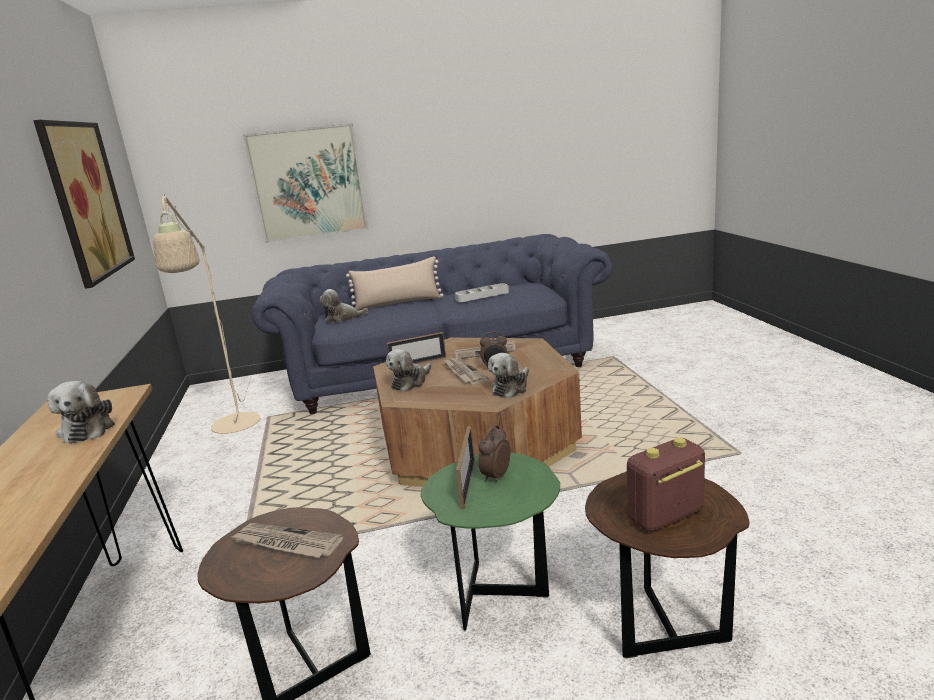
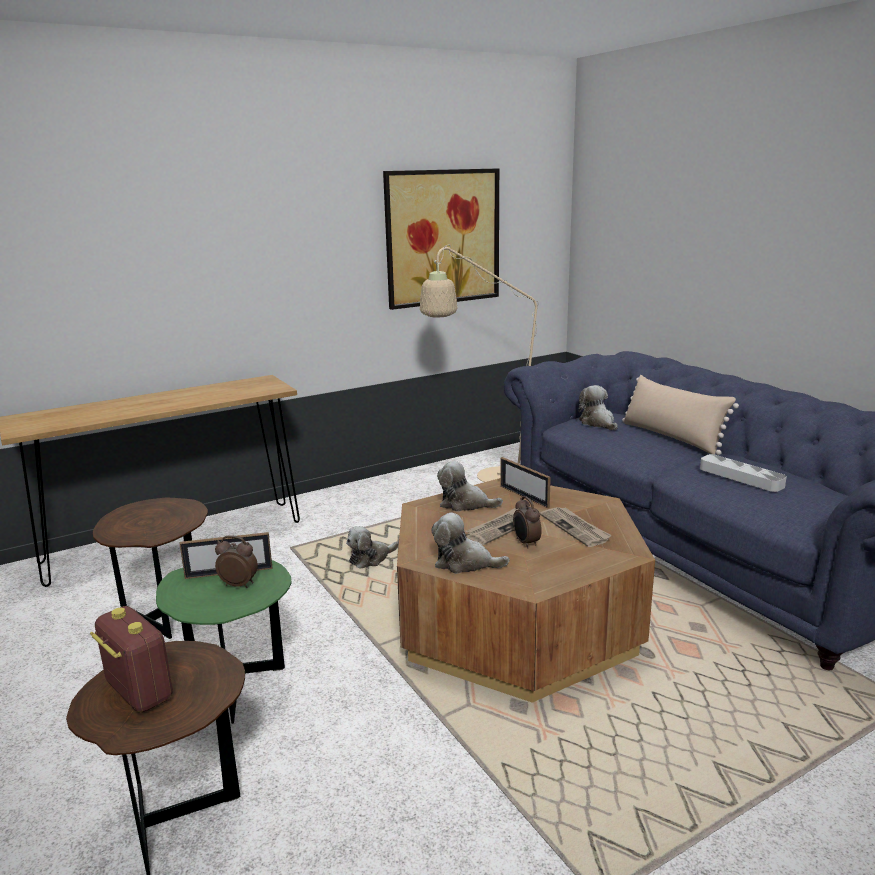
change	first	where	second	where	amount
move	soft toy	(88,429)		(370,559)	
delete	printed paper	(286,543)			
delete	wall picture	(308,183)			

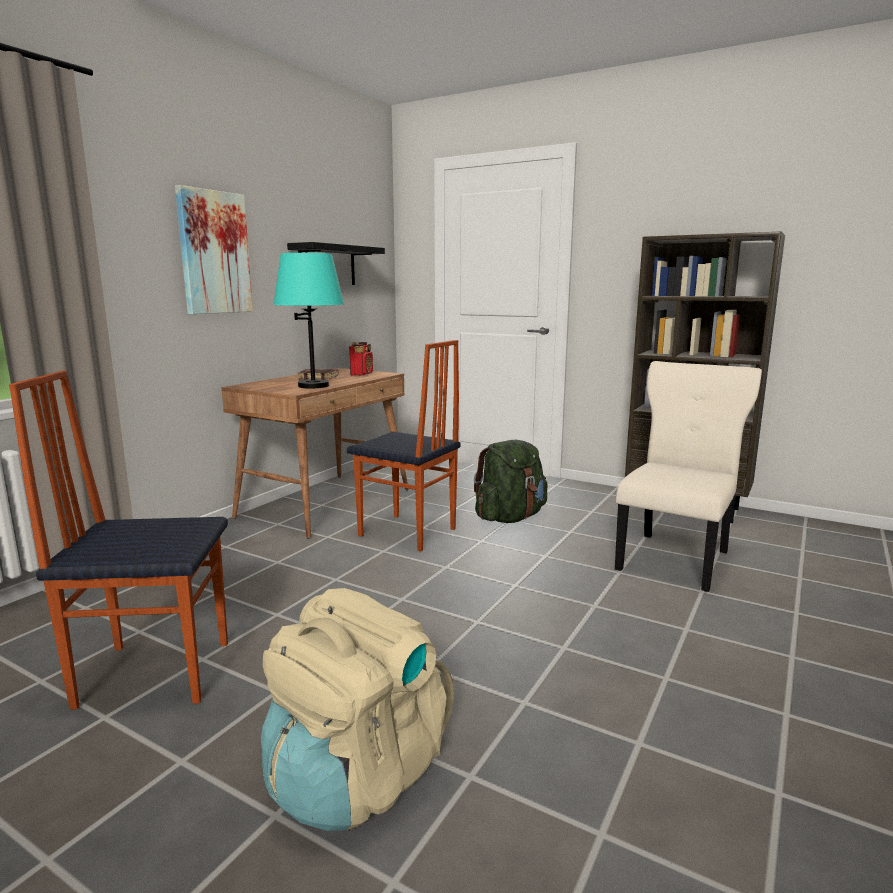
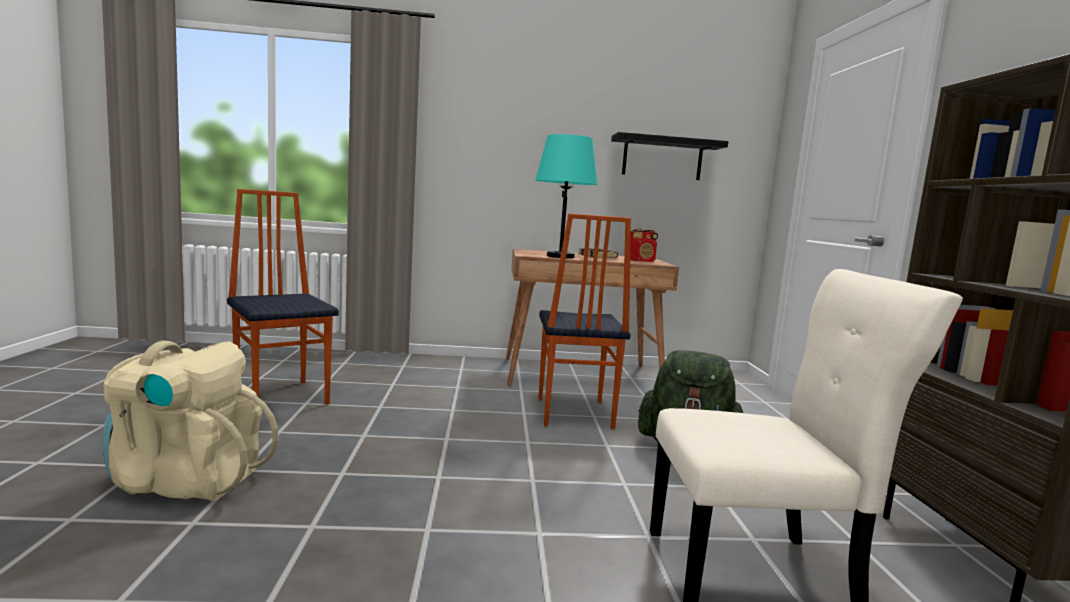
change	first	where	second	where	amount
delete	wall picture	(214,253)			

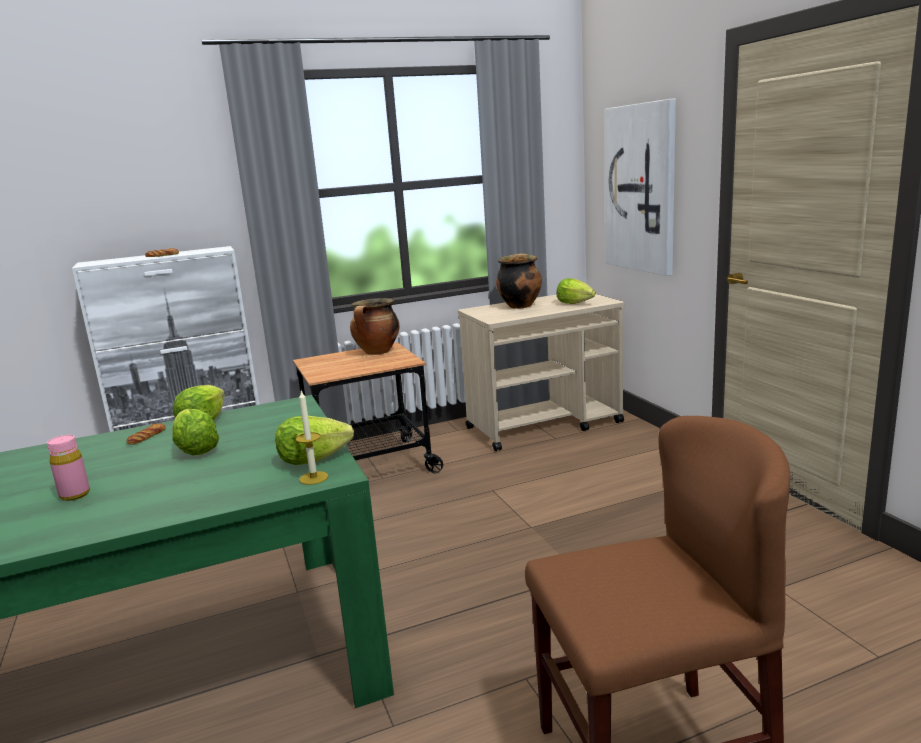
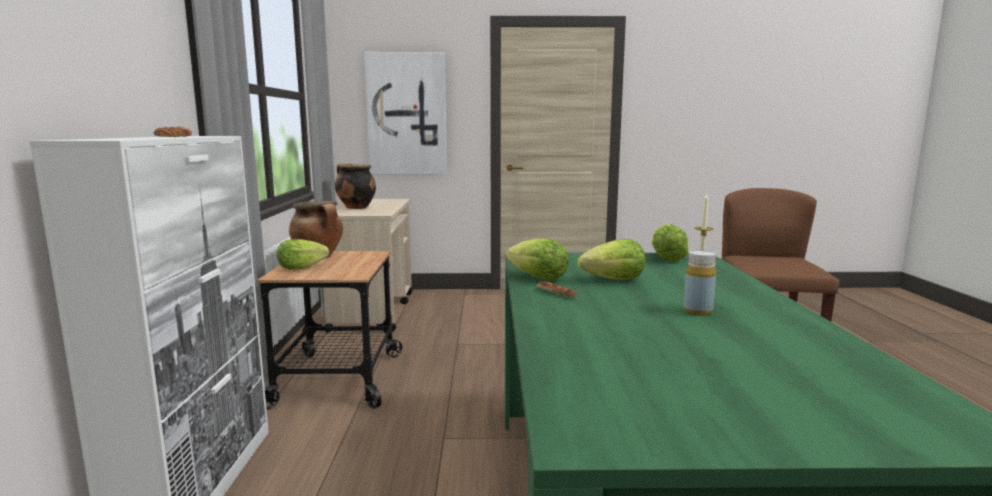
change	first	where	second	where	amount
recolor	pink drink bottle	(75,495)	yellowish drink bottle	(697,311)	
move	lettuce	(574,303)		(301,268)	

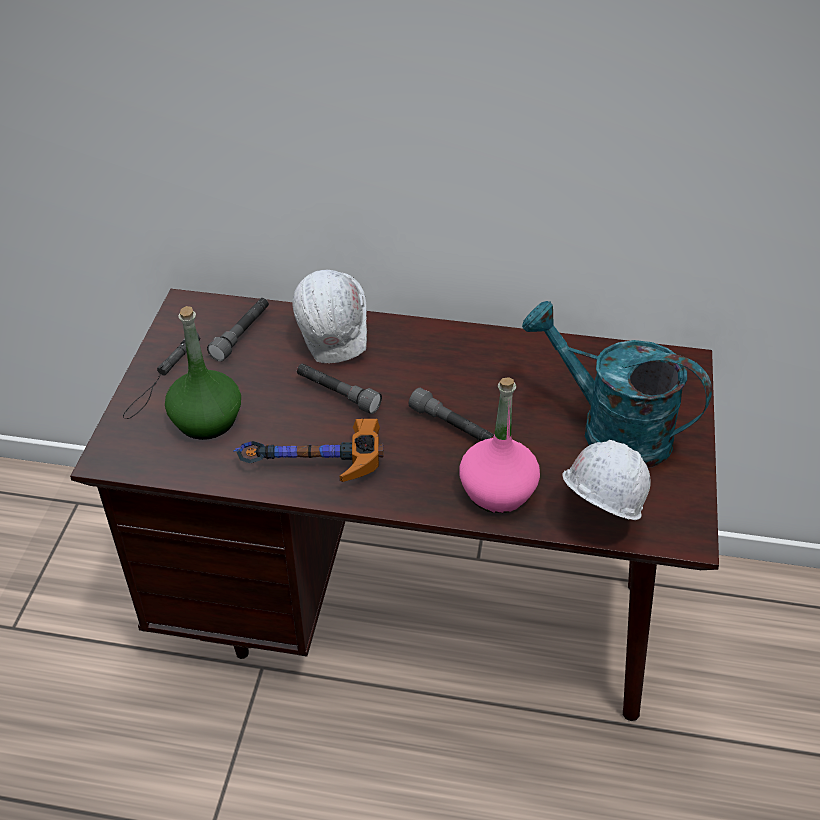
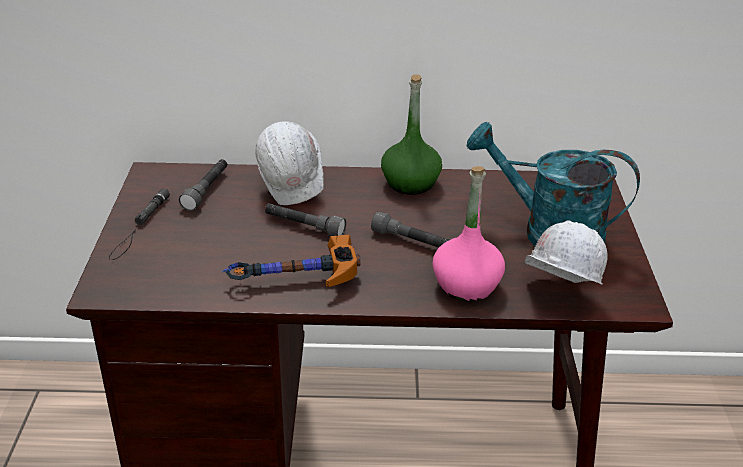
change	first	where	second	where	amount
move	green-coloured drink bottle	(206,420)		(410,183)	

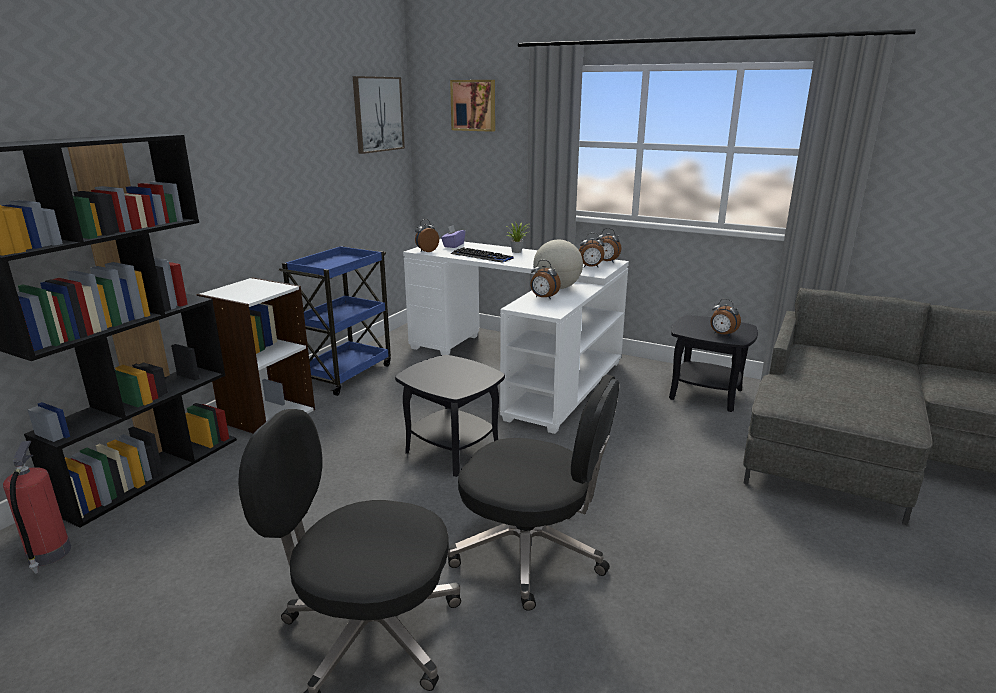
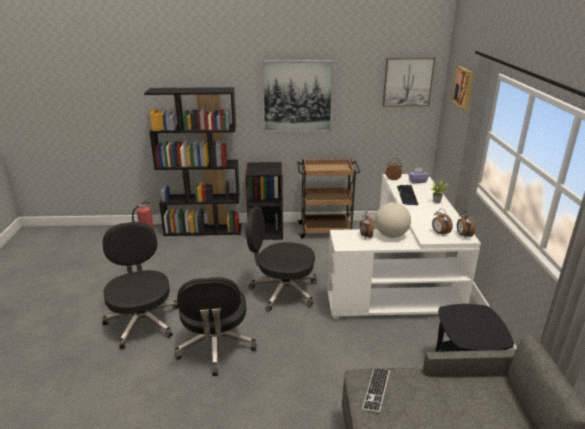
change	first	where	second	where	amount
recolor	whitish bookcase	(267,415)	black bookcase	(266,231)	
recolor	blue-coloured wheeled cart	(345,373)	brownish wheeled cart	(326,230)	
replace	black side table	(452,451)	black desk chair	(282,291)	
delete	table clock	(722,334)			
insert			wall picture	(297,96)	
insert			PC keyboard	(376,390)	

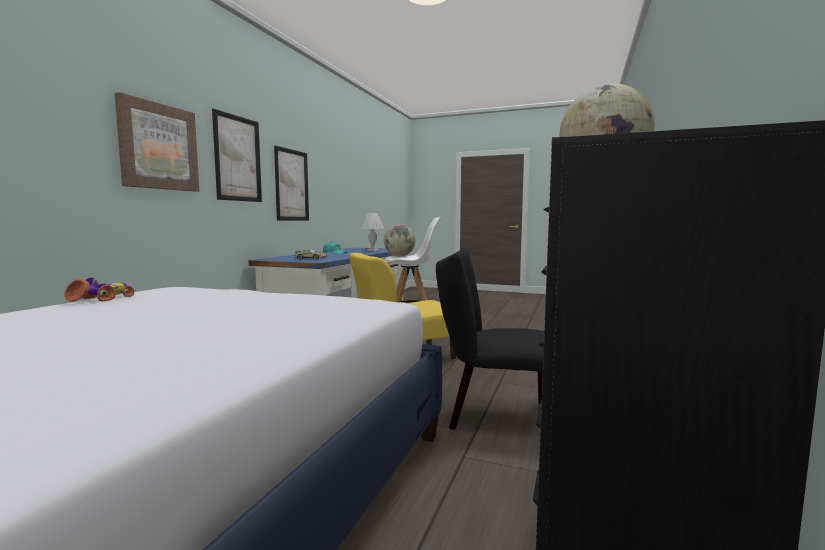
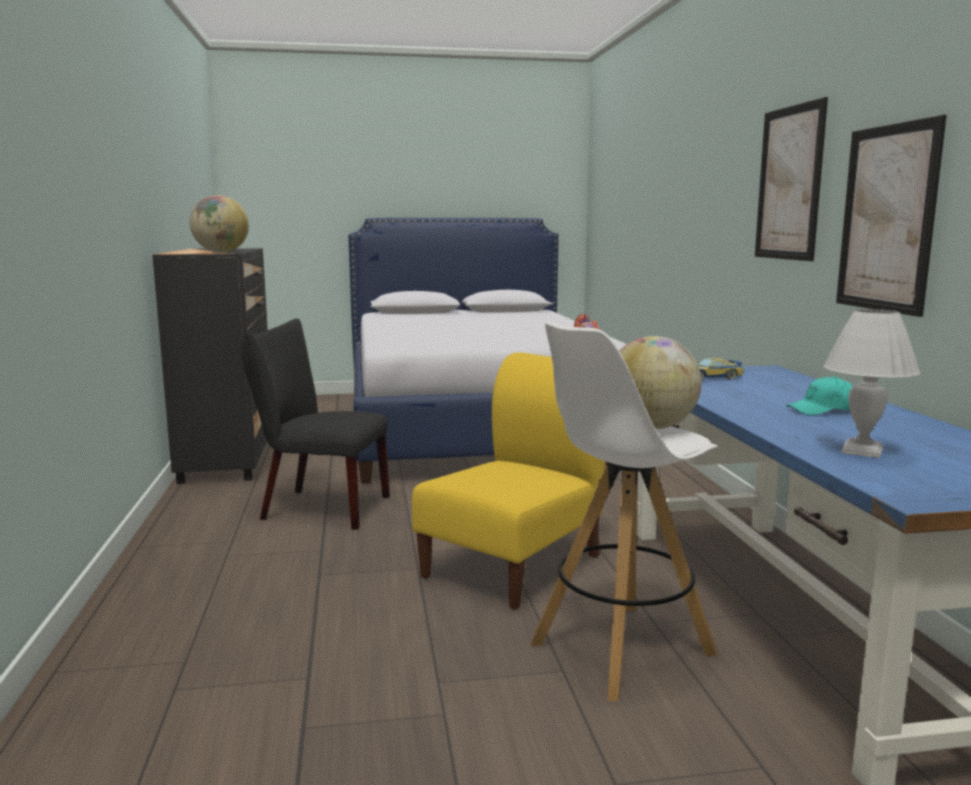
change	first	where	second	where	amount
delete	wall picture	(158,147)			
rotate	black plain chair	(491,415)		(317,508)	150 degrees counterclockwise

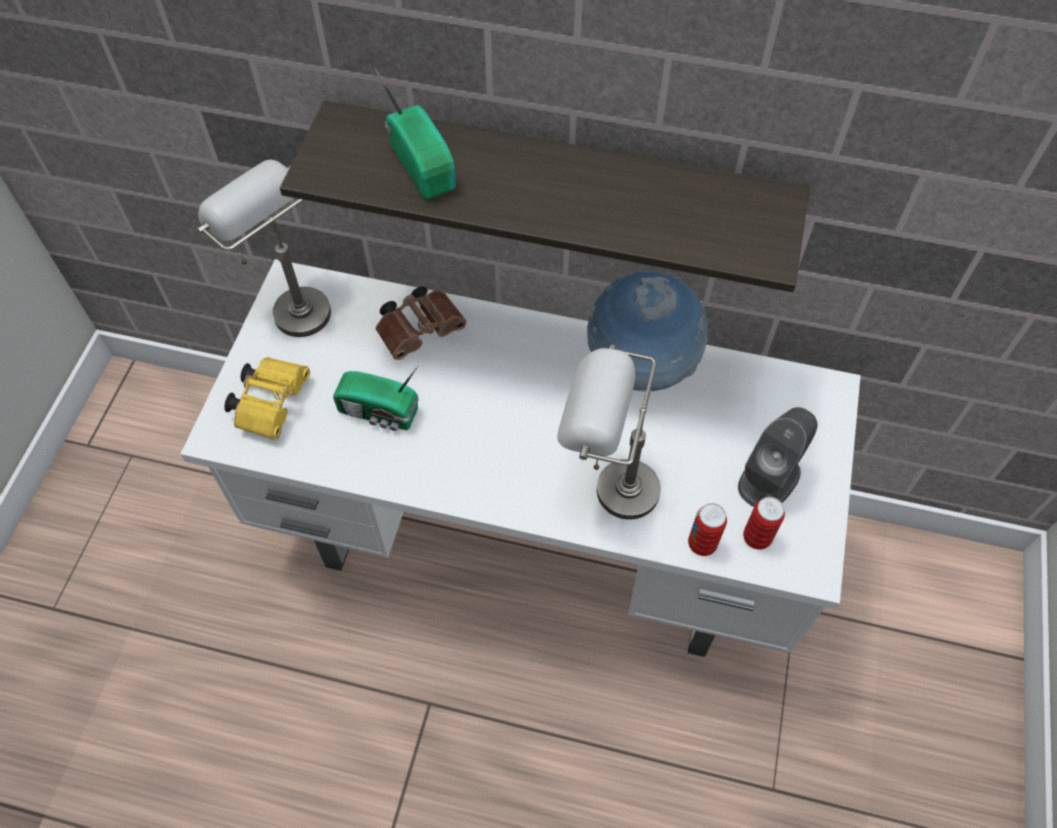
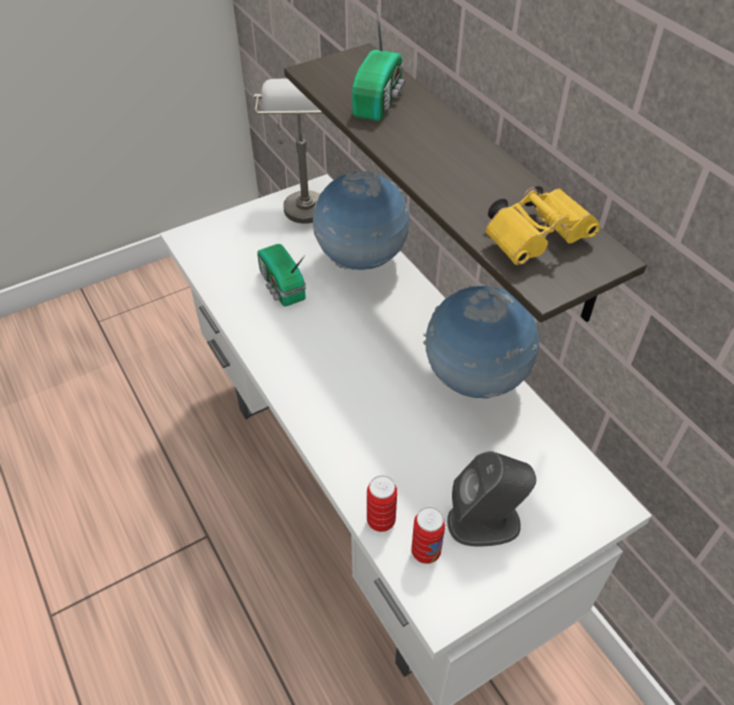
change	first	where	second	where	amount
move	yellowish pair of binoculars	(272,402)		(538,239)	
replace	brownish pair of binoculars	(422,330)	globe	(361,261)	
delete	grey lamp for a table	(605,487)			

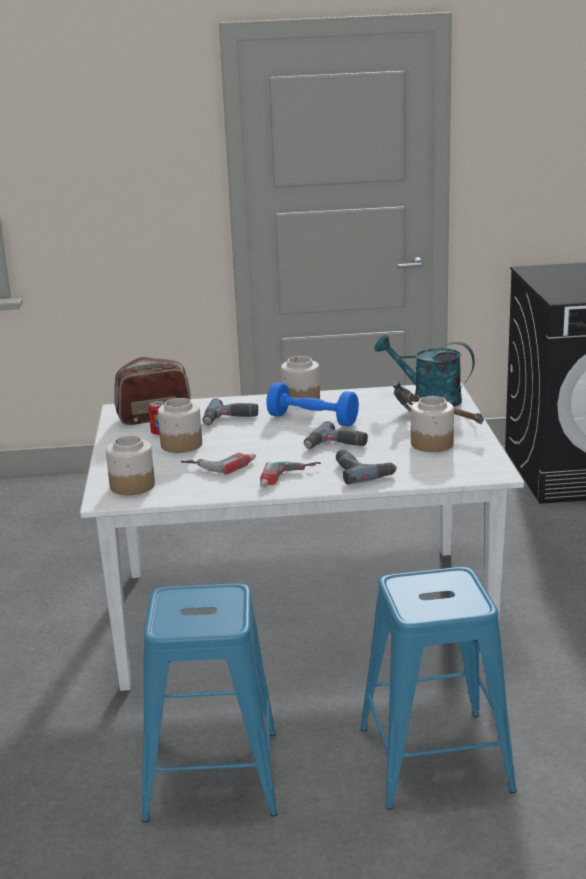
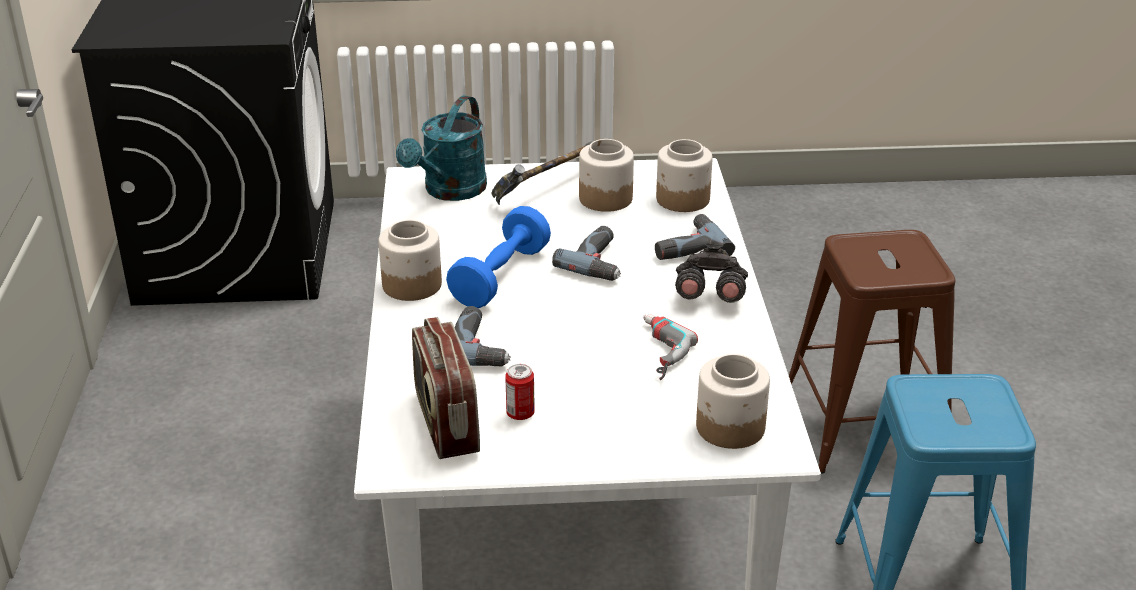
change	first	where	second	where	amount
move	jar	(181,445)		(682,200)	
replace	electric drill	(290,479)	grey pair of binoculars	(709,296)	
recolor	blue-coloured stool	(435,758)	brownish stool	(863,425)	

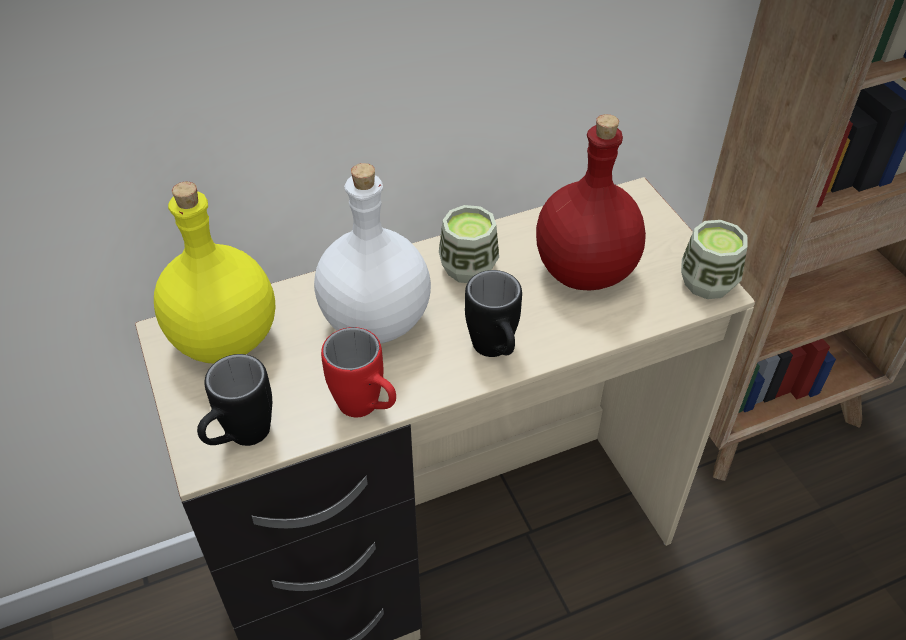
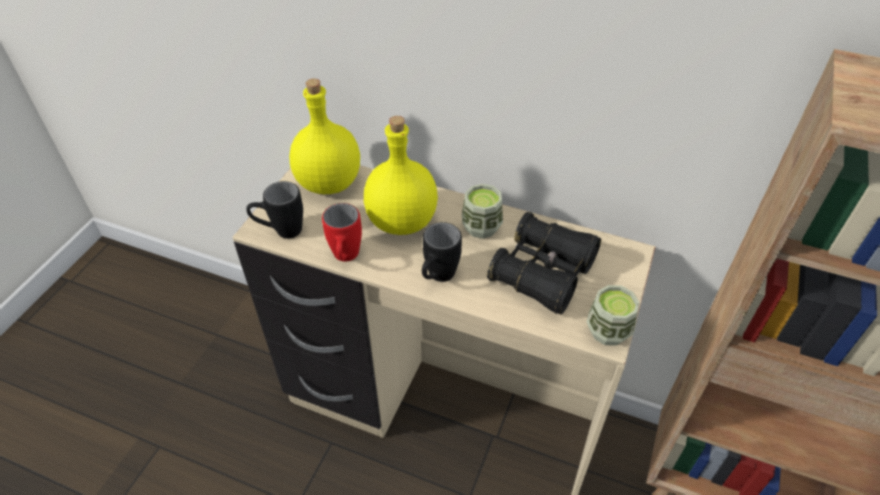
change	first	where	second	where	amount
recolor	whitish drink bottle	(378,321)	yellowish drink bottle	(403,222)	
replace	reddish drink bottle	(586,271)	black pair of binoculars	(543,273)	

